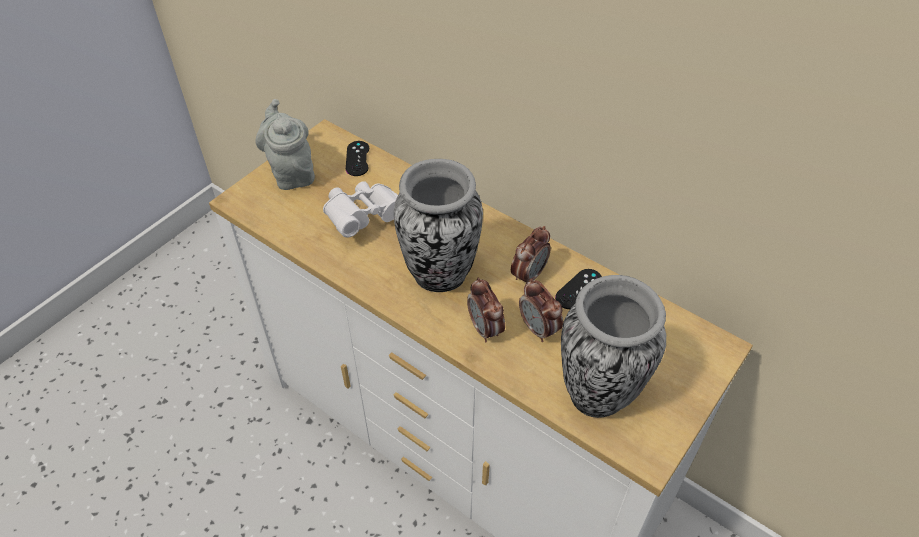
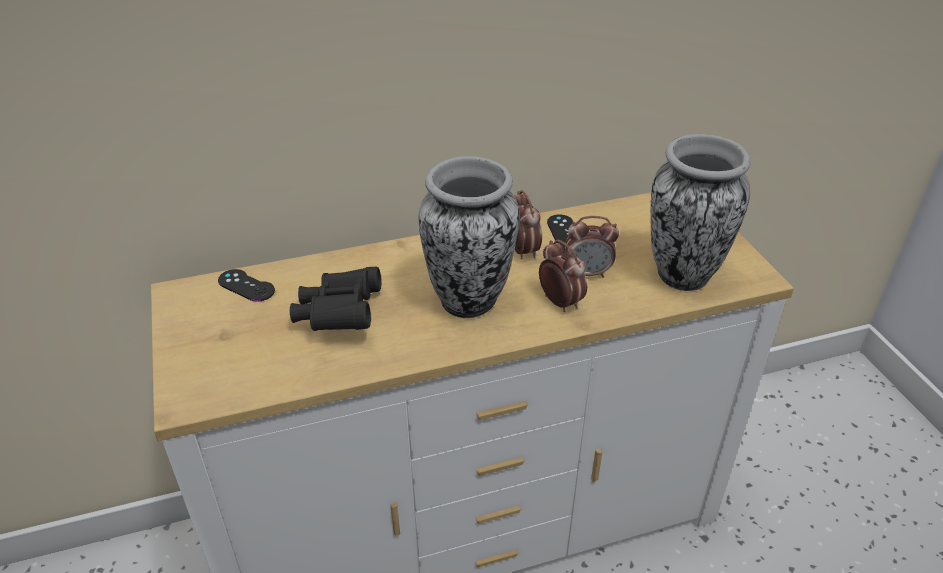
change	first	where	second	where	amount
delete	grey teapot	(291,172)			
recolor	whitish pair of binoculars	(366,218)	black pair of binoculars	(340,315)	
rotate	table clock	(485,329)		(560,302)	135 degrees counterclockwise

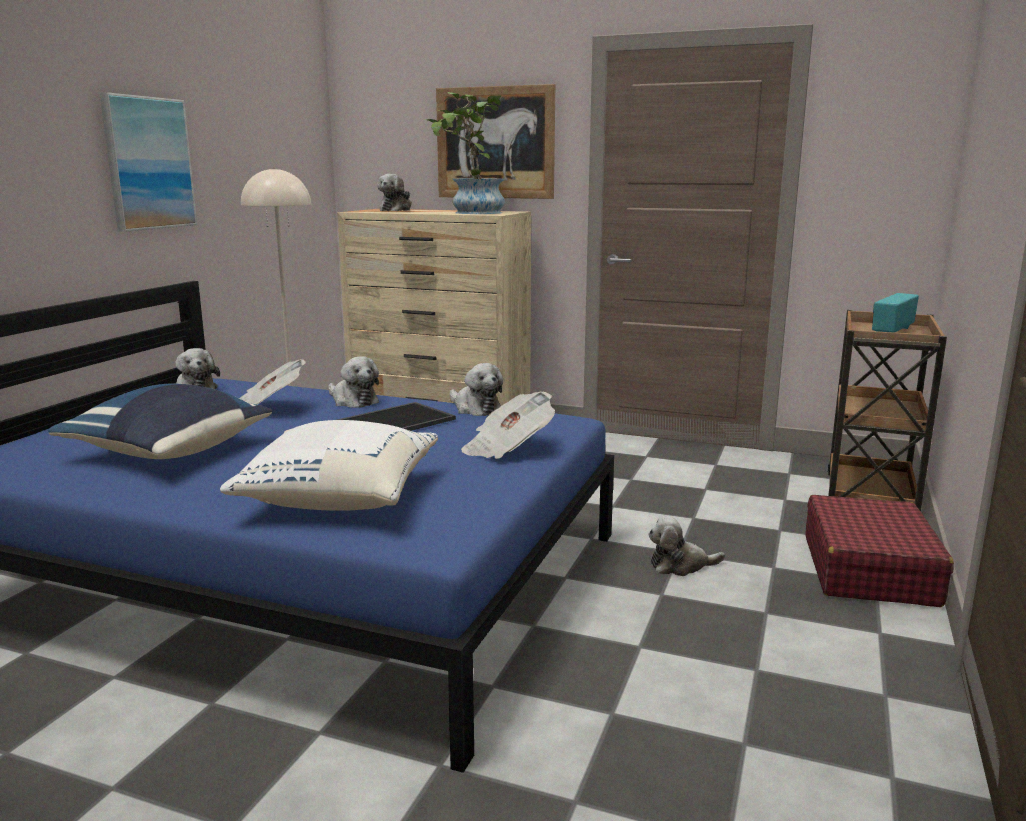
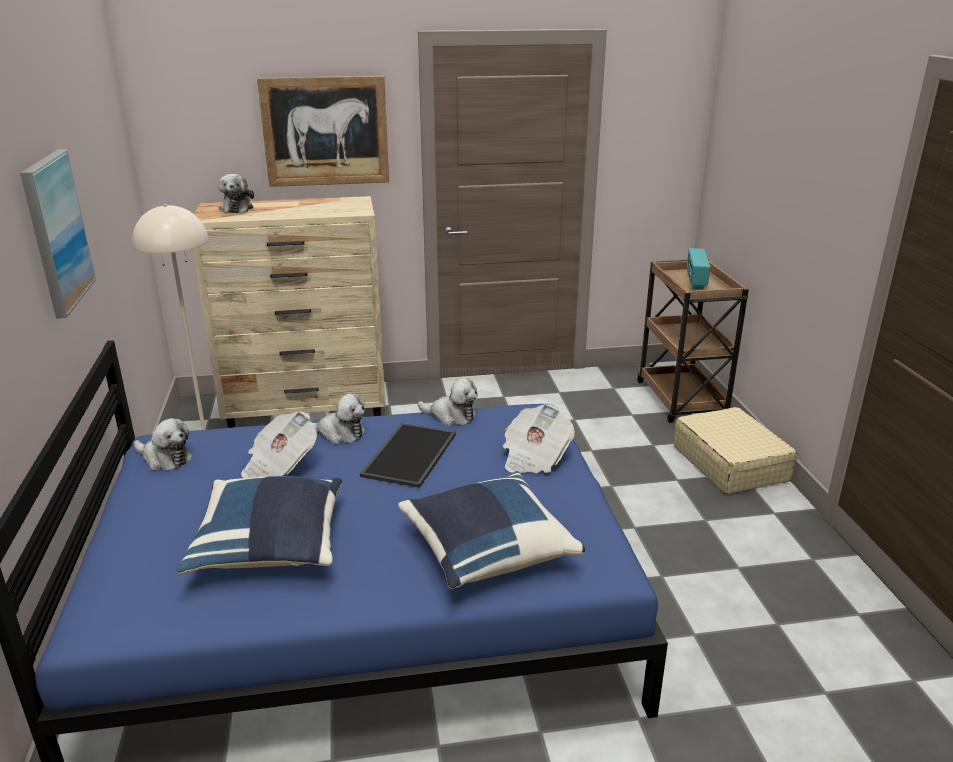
change	first	where	second	where	amount
recolor	whitish throw pillow	(338,497)	blue-coloured throw pillow	(486,551)	
delete	potted plant	(470,212)			
delete	soft toy	(680,565)			
recolor	reddish suitcase	(869,570)	beige-coloured suitcase	(729,463)	

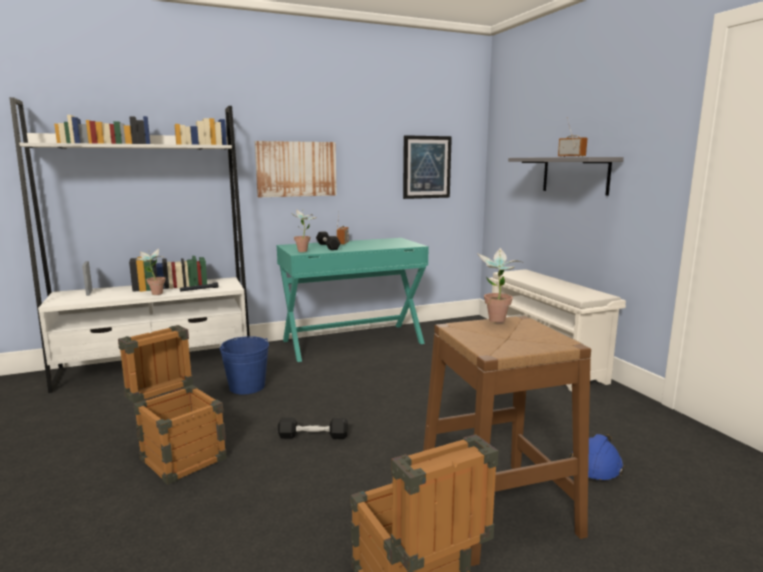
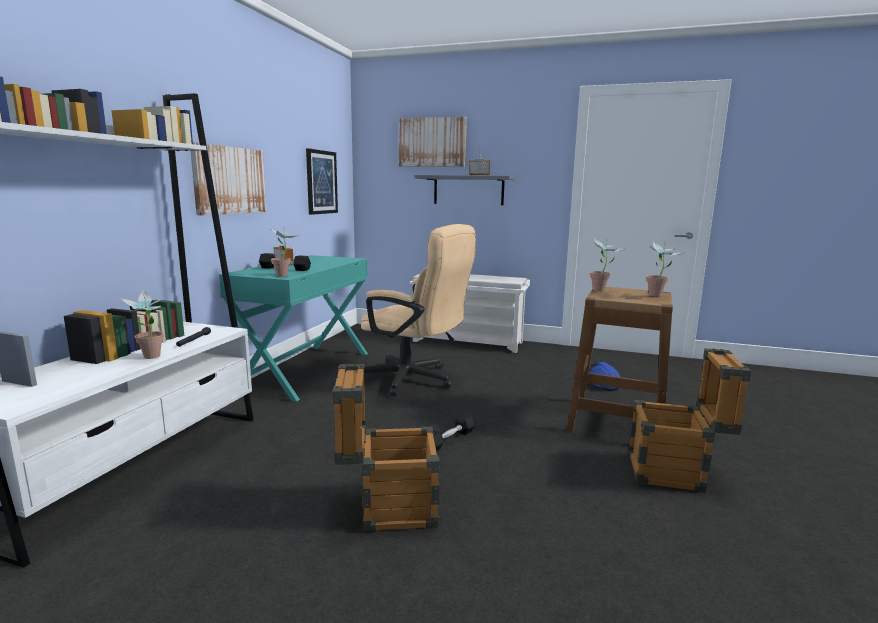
change	first	where	second	where	amount
delete	blue-coloured pail	(247,387)			
insert			beige-coloured desk chair	(414,380)	
insert			wall picture	(432,142)	
insert			potted plant	(658,296)	

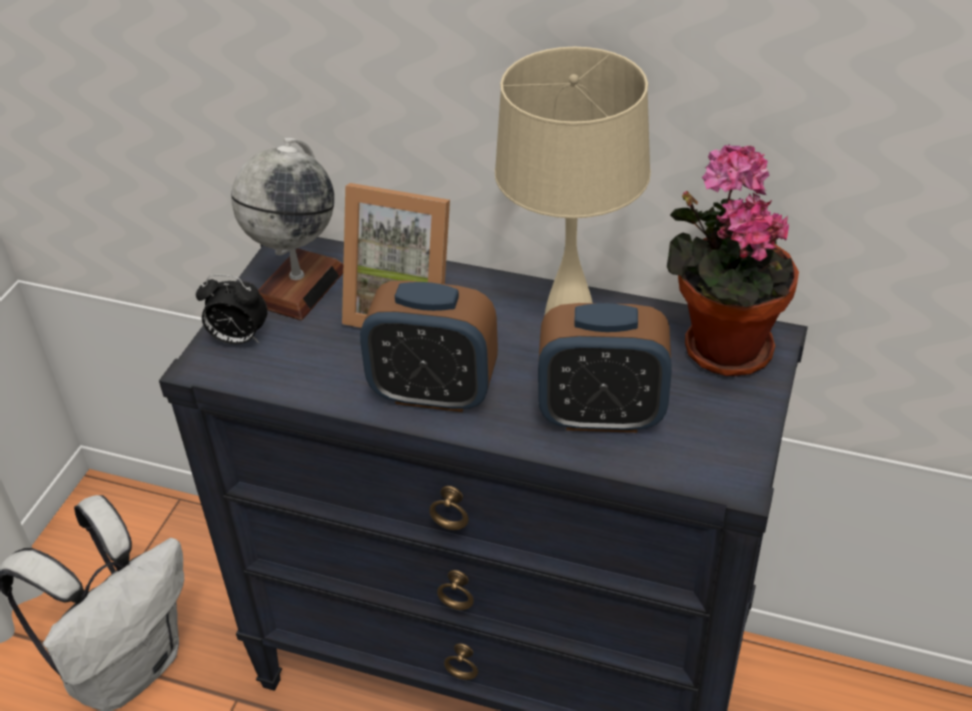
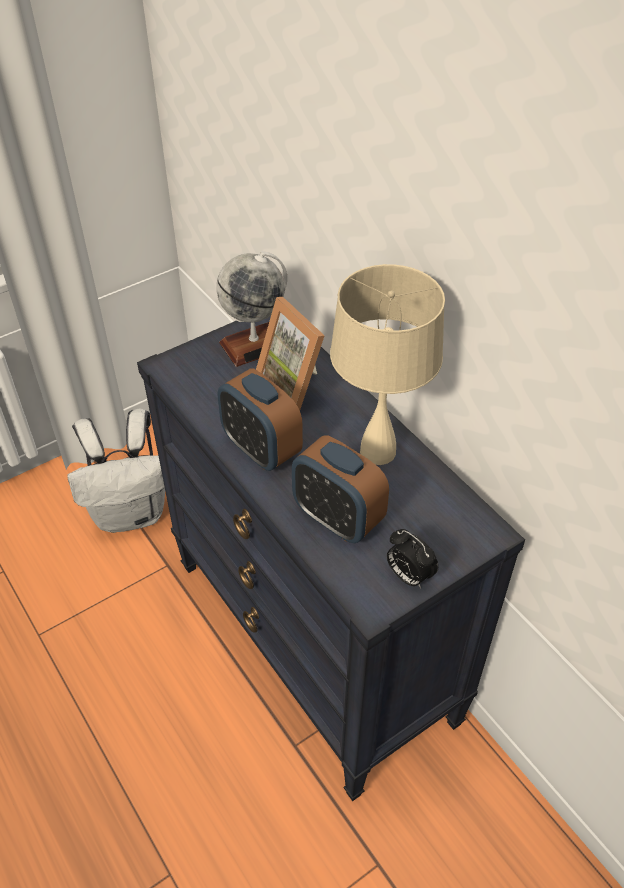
change	first	where	second	where	amount
move	table clock	(238,339)		(408,576)	
delete	potted plant	(721,345)			

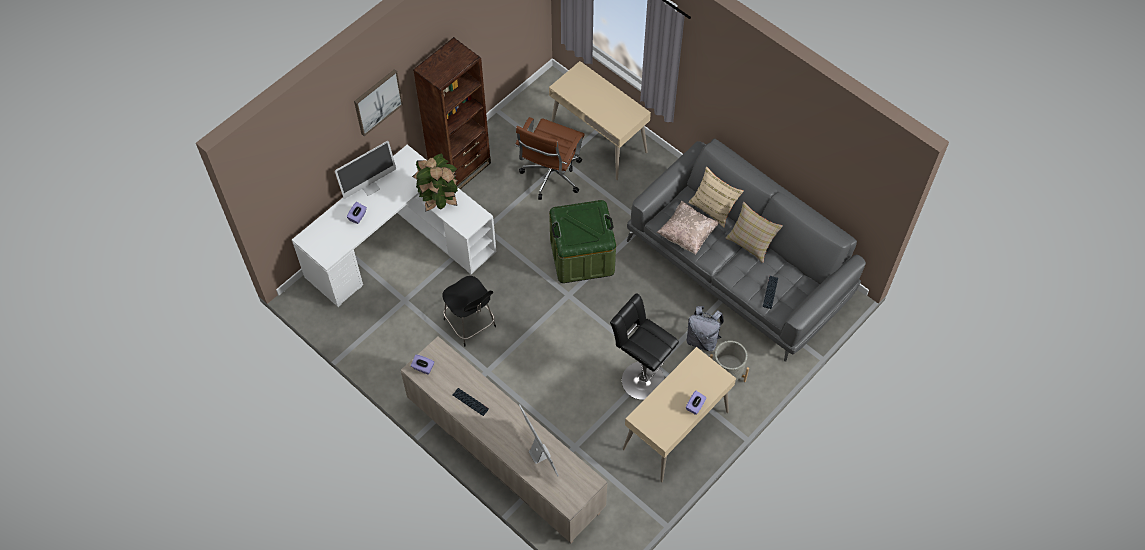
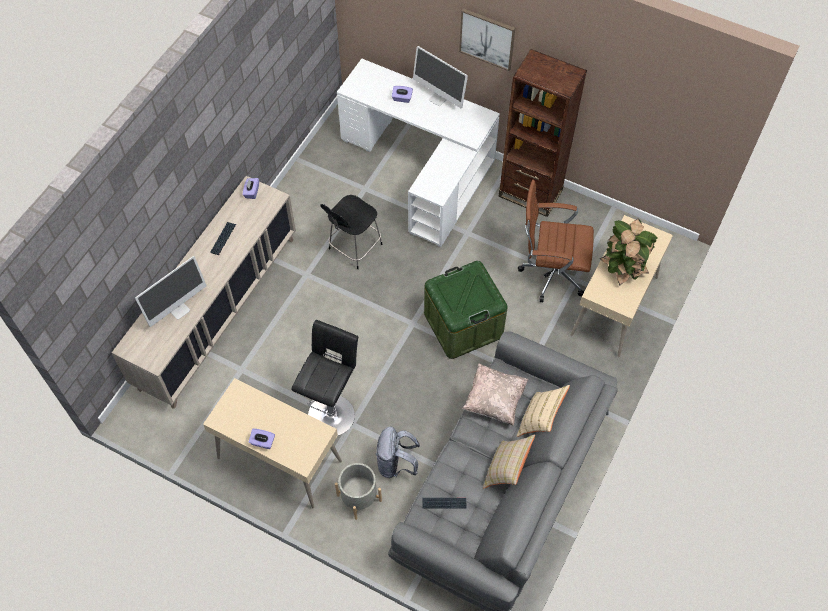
change	first	where	second	where	amount
move	potted plant	(439,199)		(623,269)	

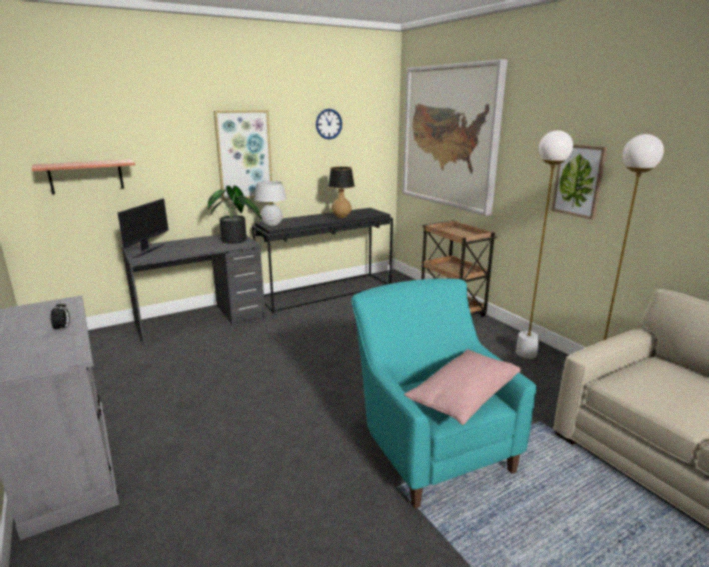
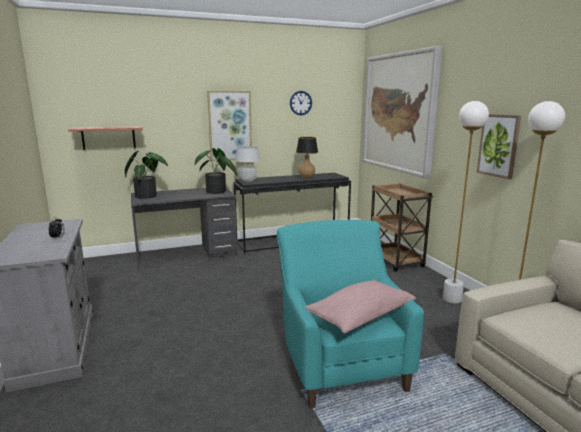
change	first	where	second	where	amount
replace	computer screen	(147,251)	potted plant	(148,196)	

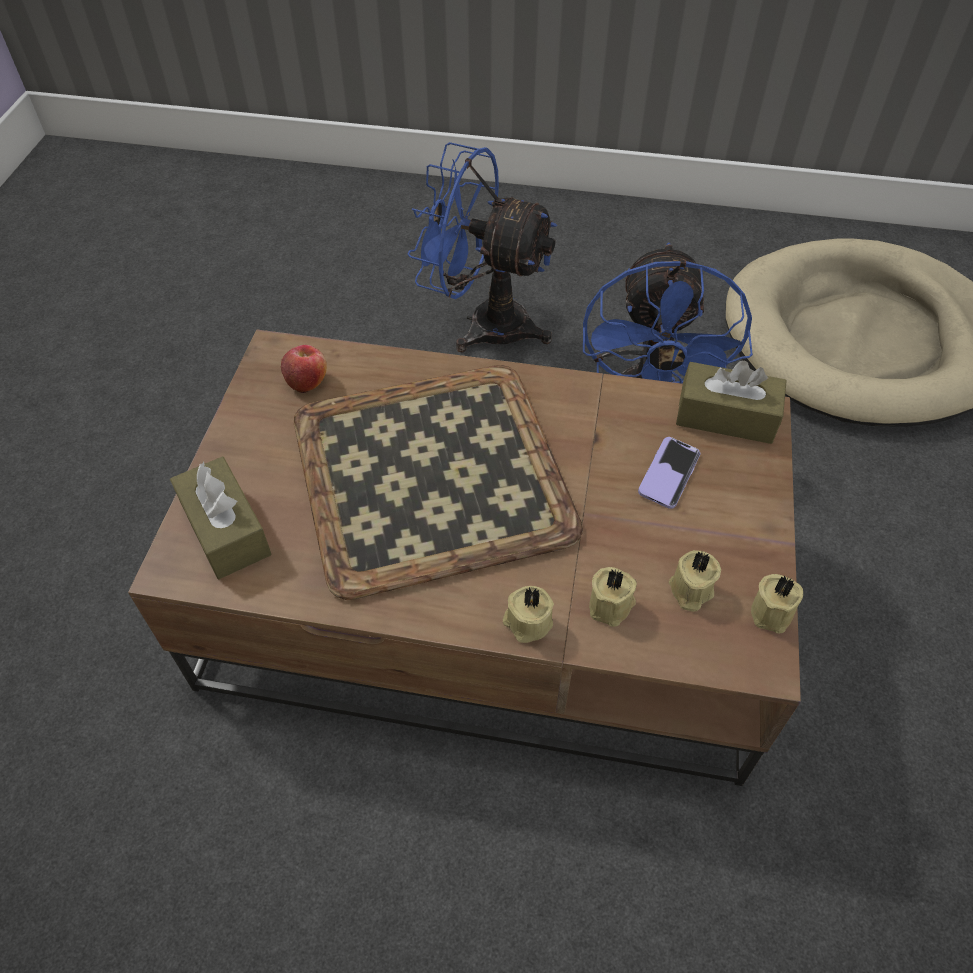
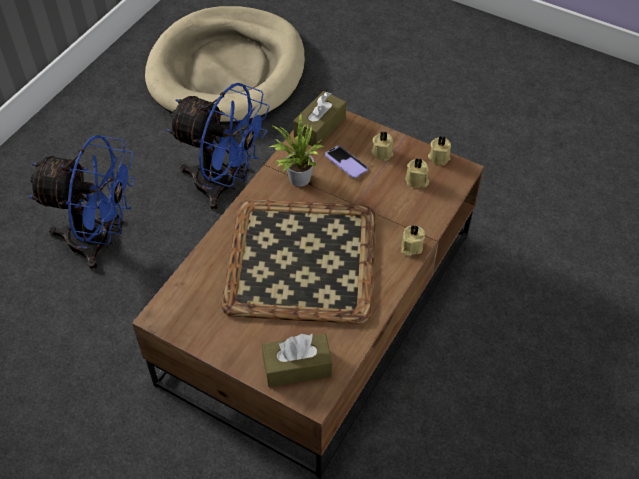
change	first	where	second	where	amount
delete	apple fruit	(307,381)			
rotate	blue-coloured cooling fan	(483,323)		(100,241)	120 degrees counterclockwise
move	beige-coloured wax light	(612,606)		(382,152)	
insert			potted plant	(296,179)	

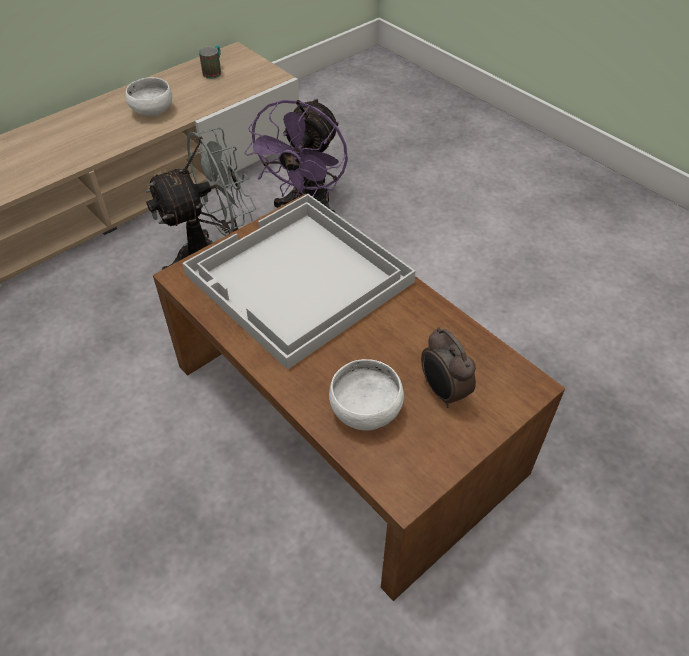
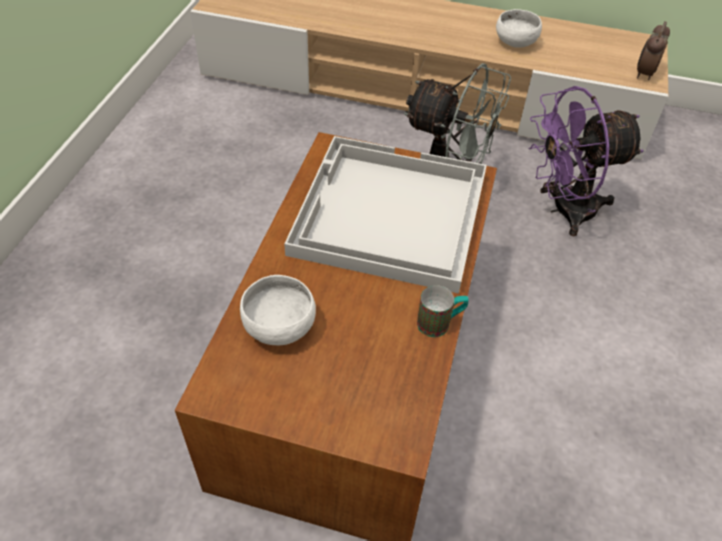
change	first	where	second	where	amount
move	coffee mug	(214,72)		(440,323)	
move	table clock	(443,392)		(644,74)	

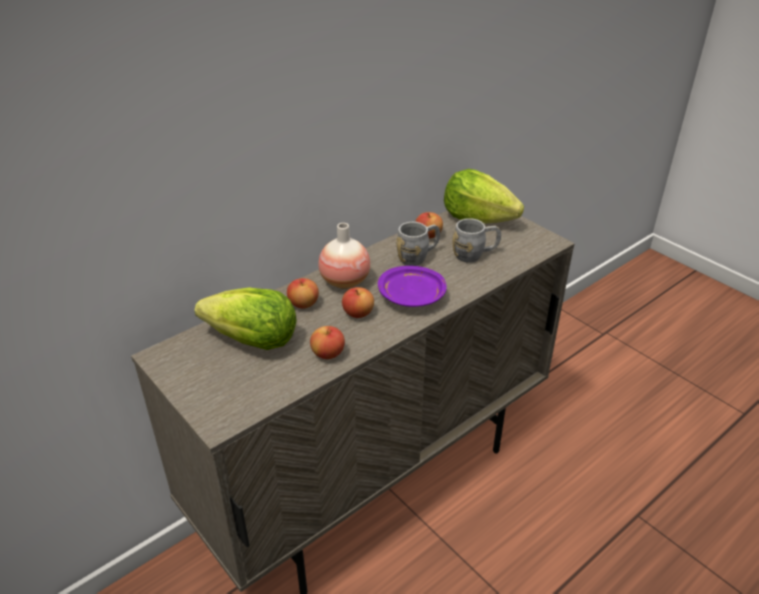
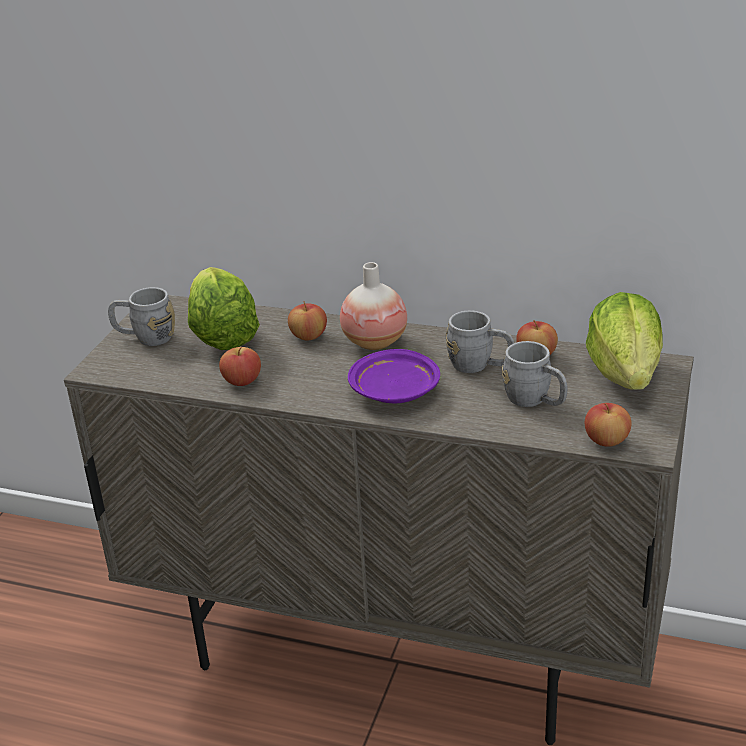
change	first	where	second	where	amount
move	apple fruit	(358,313)		(606,440)	
insert			grey coffee mug	(145,337)	

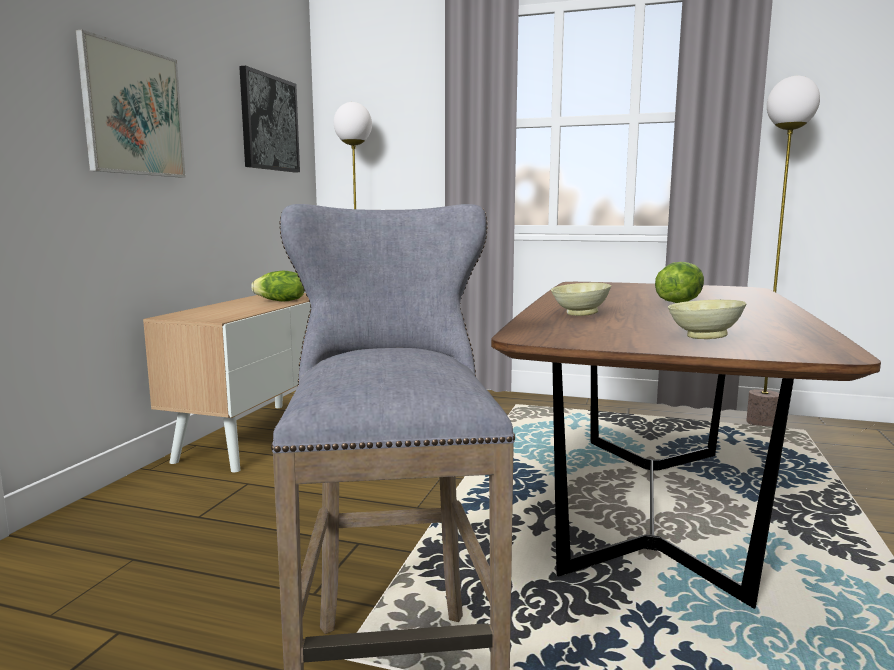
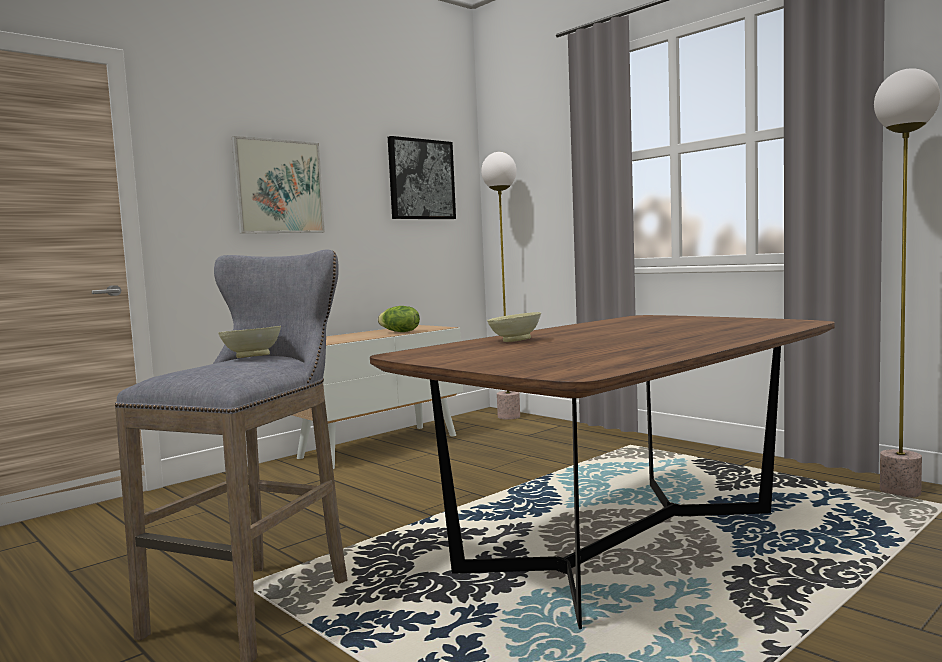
change	first	where	second	where	amount
delete	lettuce	(678,302)			
move	beige-coloured deep dish	(703,337)		(253,357)	

